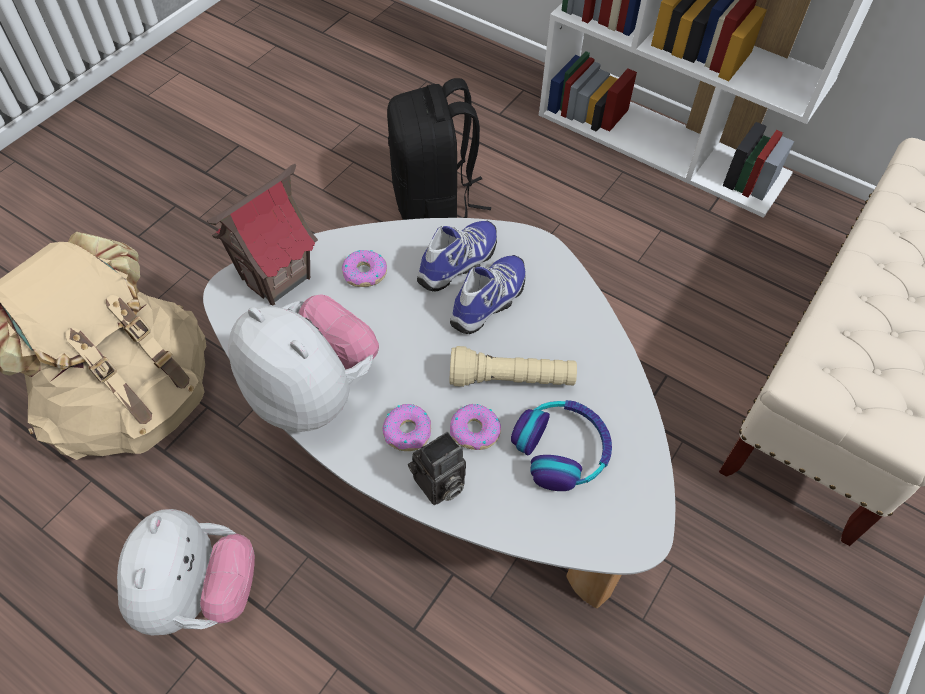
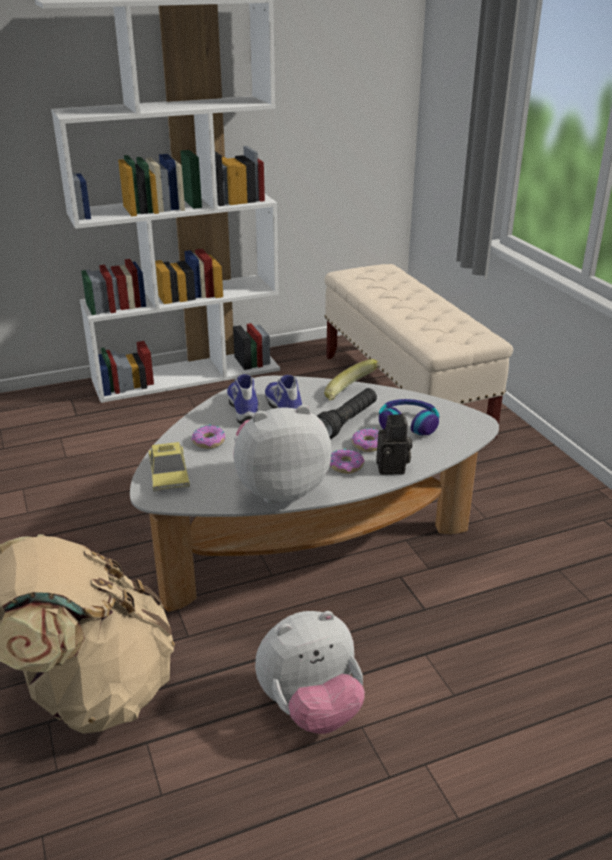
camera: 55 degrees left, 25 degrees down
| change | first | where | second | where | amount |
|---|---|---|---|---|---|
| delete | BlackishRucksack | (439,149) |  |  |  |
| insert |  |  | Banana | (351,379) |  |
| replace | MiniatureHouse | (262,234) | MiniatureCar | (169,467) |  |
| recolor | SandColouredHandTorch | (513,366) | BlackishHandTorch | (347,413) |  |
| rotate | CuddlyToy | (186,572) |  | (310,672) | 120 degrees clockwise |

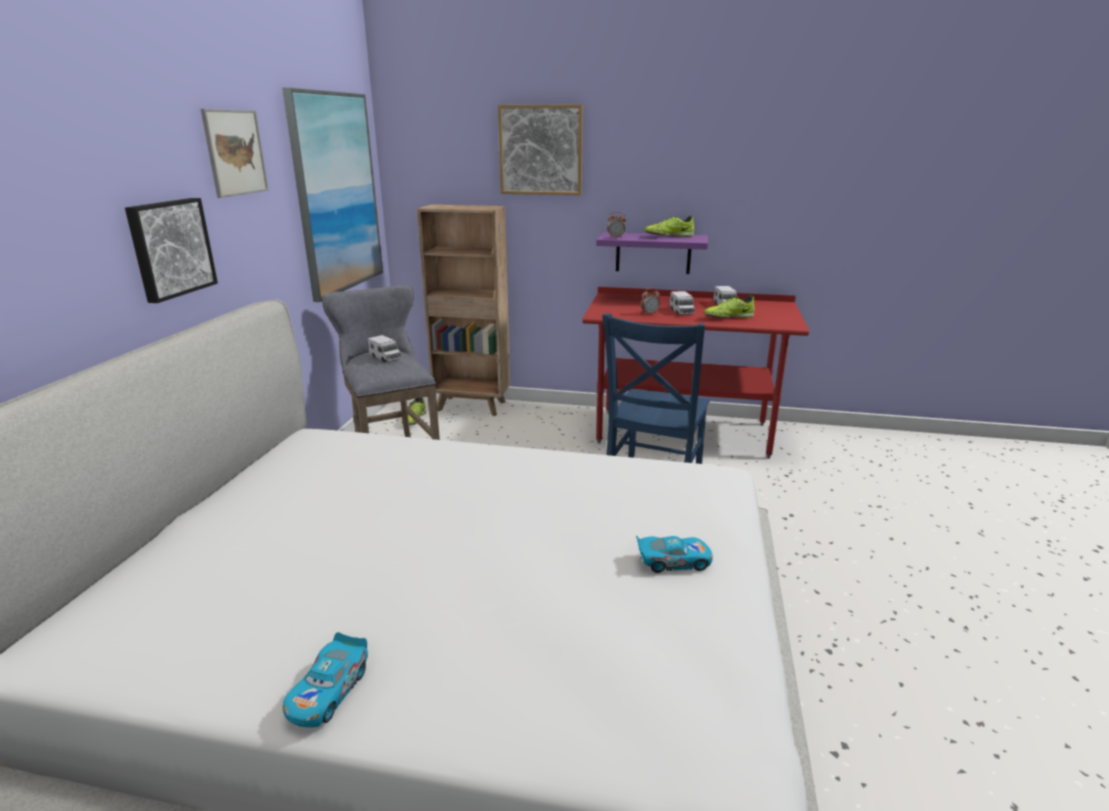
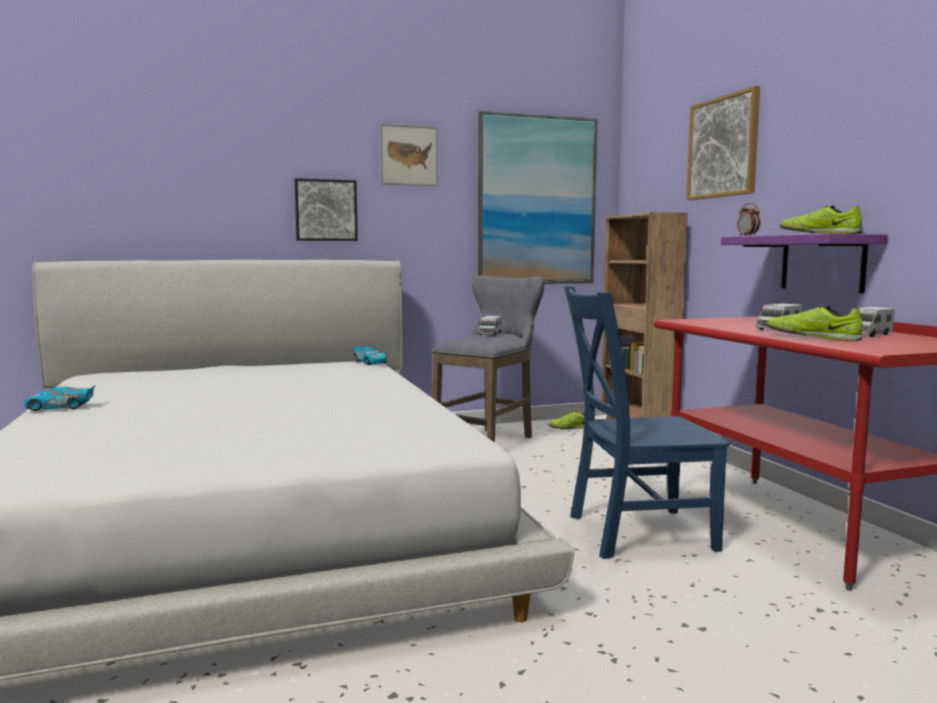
camera: 60 degrees right, 15 degrees down
| change | first | where | second | where | amount |
|---|---|---|---|---|---|
| delete | AlarmClock | (650,301) |  |  |  |
| move | MiniatureCar | (674,554) |  | (370,355) |  |

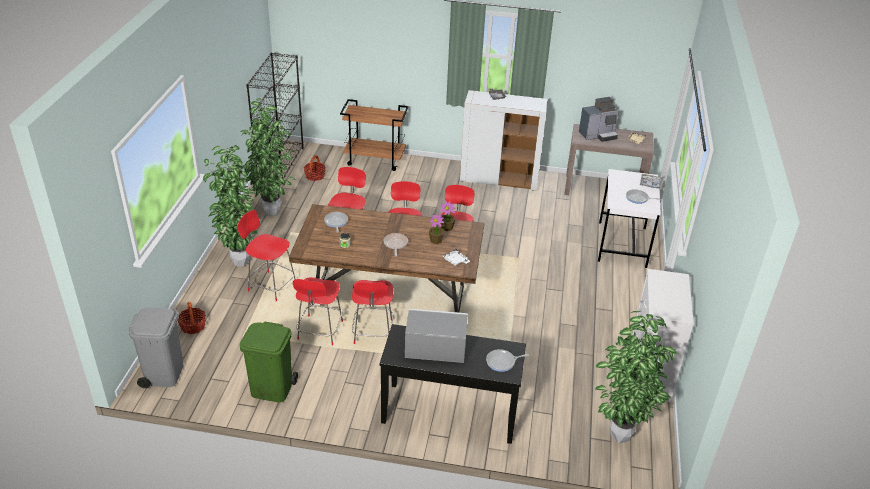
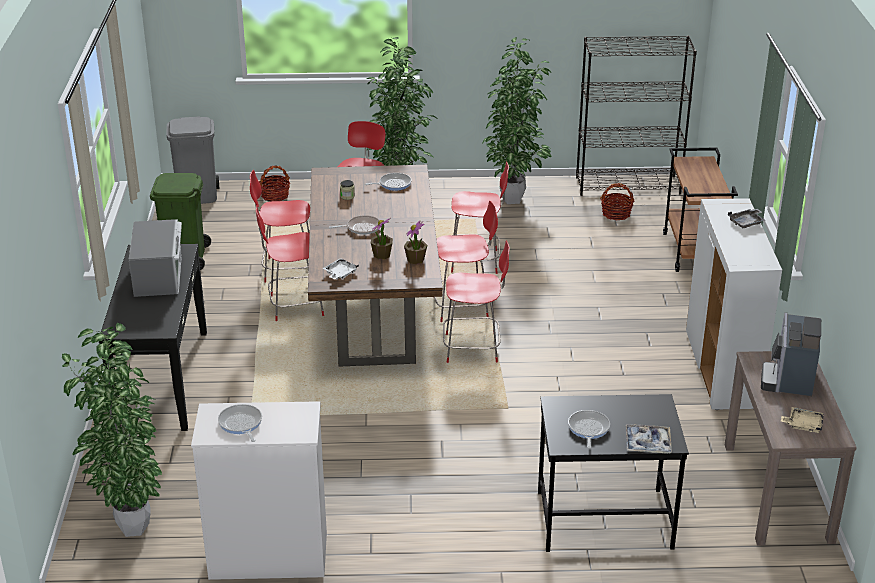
camera: 80 degrees right, 5 degrees down
| change | first | where | second | where | amount |
|---|---|---|---|---|---|
| move | Skillet | (507,360) |  | (240,423) |  |
| recolor | WhitishDesk | (629,218) | BlackishDesk | (613,473) |  |
| rotate | CoffeeBrewer | (599,119) |  | (791,354) | 45 degrees clockwise |

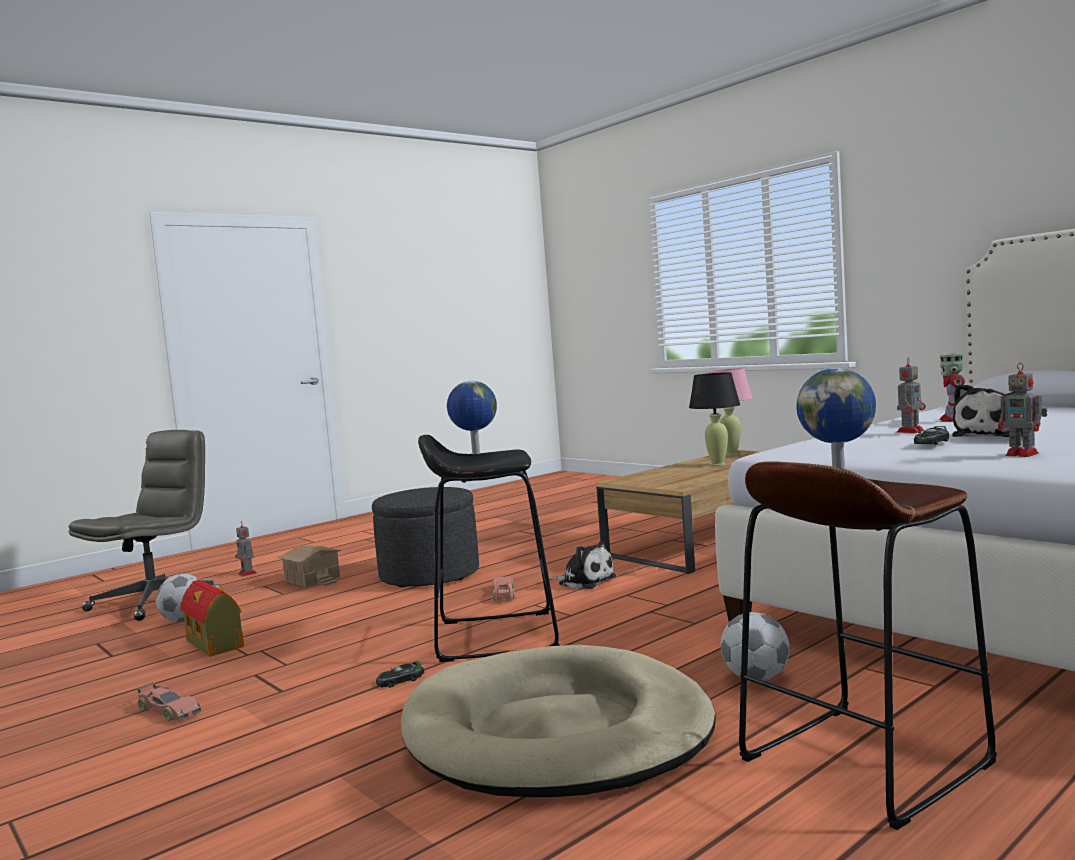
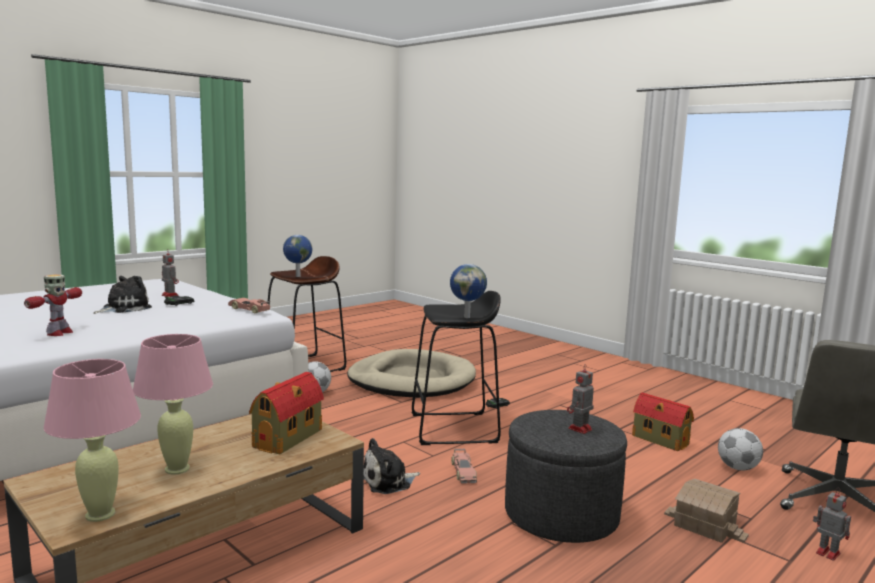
camera: 175 degrees right, 5 degrees up
| change | first | where | second | where | amount |
|---|---|---|---|---|---|
| insert |  |  | MiniatureHouse | (286,413) |  |
| move | MiniatureCar | (169,701) |  | (249,305) |  |
| move | ToyRobot | (911,395) |  | (580,399) |  |
| recolor | BlackishTabletopLamp | (714,419) | PinkColouredTabletopLamp | (173,404) |  |
| rotate | CuddlyToy | (583,565) |  | (392,466) | 60 degrees counterclockwise |

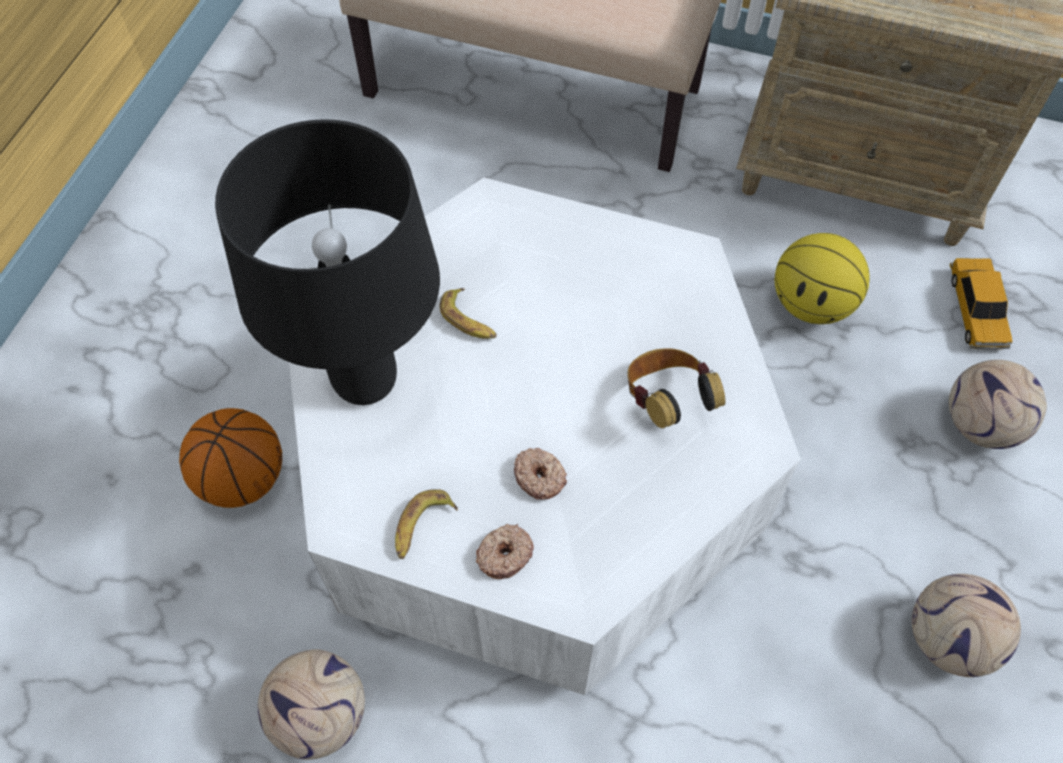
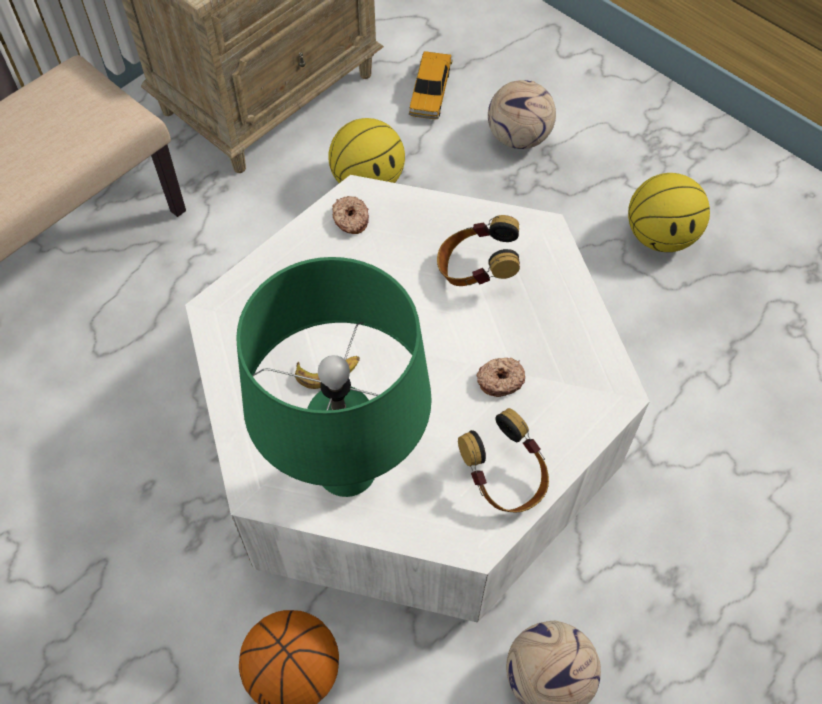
camera: 65 degrees left, 0 degrees up
| change | first | where | second | where | amount |
|---|---|---|---|---|---|
| move | RingDoughnut | (505,551) |  | (350,215) |  |
| replace | Banana | (426,524) | Headset | (503,460) |  |
| replace | Football | (966,625) | BallForBasketball | (669,212) |  |
| recolor | BlackishTabletopLamp | (327,262) | GreenColouredTabletopLamp | (333,377) |  |
| rotate | MiniatureCar | (981,304) |  | (431,85) | 75 degrees clockwise |

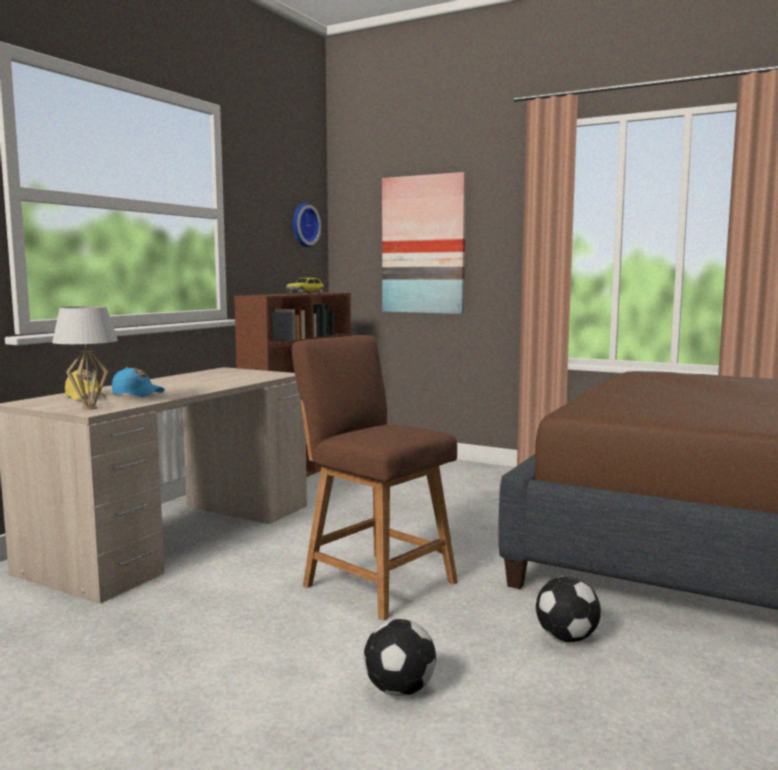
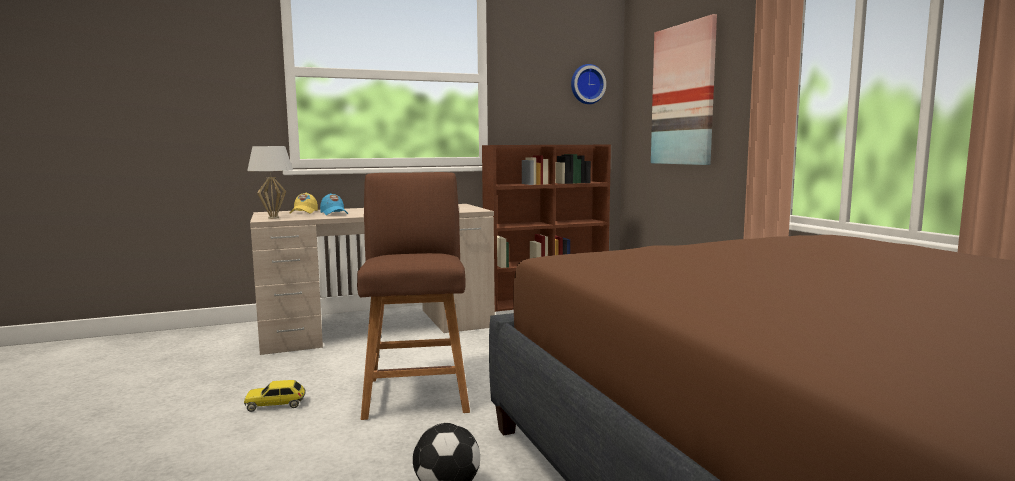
camera: 40 degrees right, 0 degrees up
| change | first | where | second | where | amount |
|---|---|---|---|---|---|
| delete | Football | (400,657) |  |  |  |
| move | MiniatureCar | (305,286) |  | (275,396) |  |

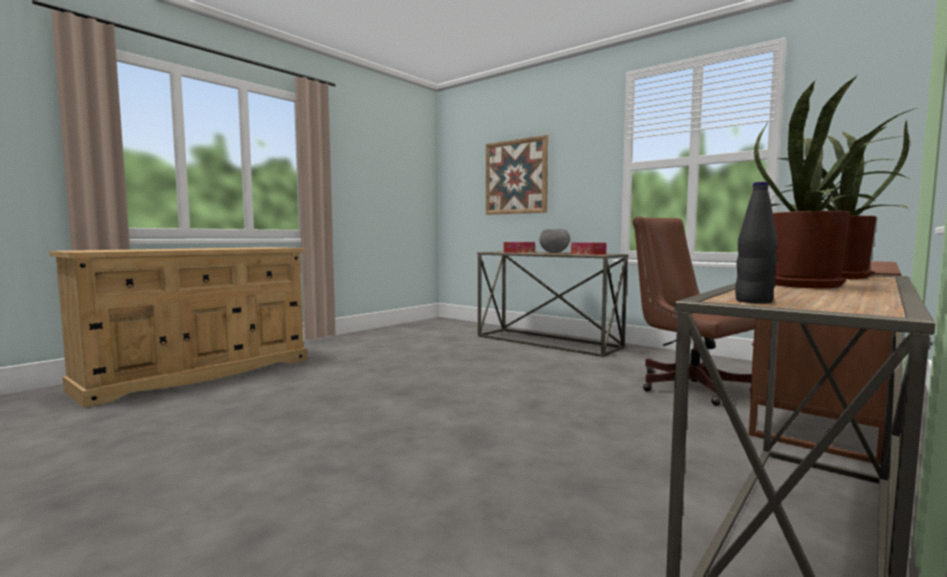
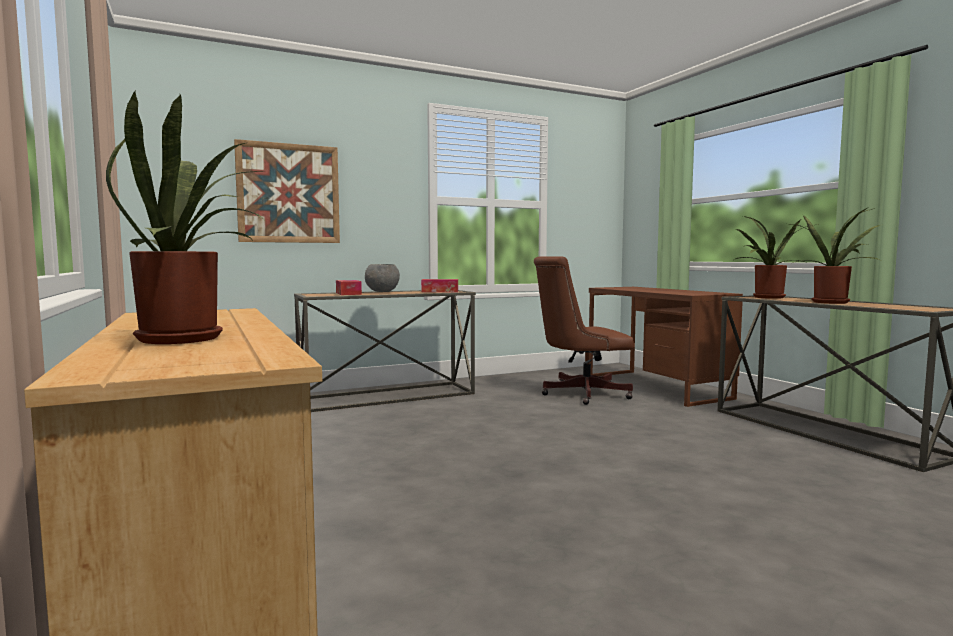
camera: 65 degrees left, 0 degrees up
| change | first | where | second | where | amount |
|---|---|---|---|---|---|
| delete | BlackishBottle | (756,243) |  |  |  |
| insert |  |  | Houseplant | (186,217) |  |

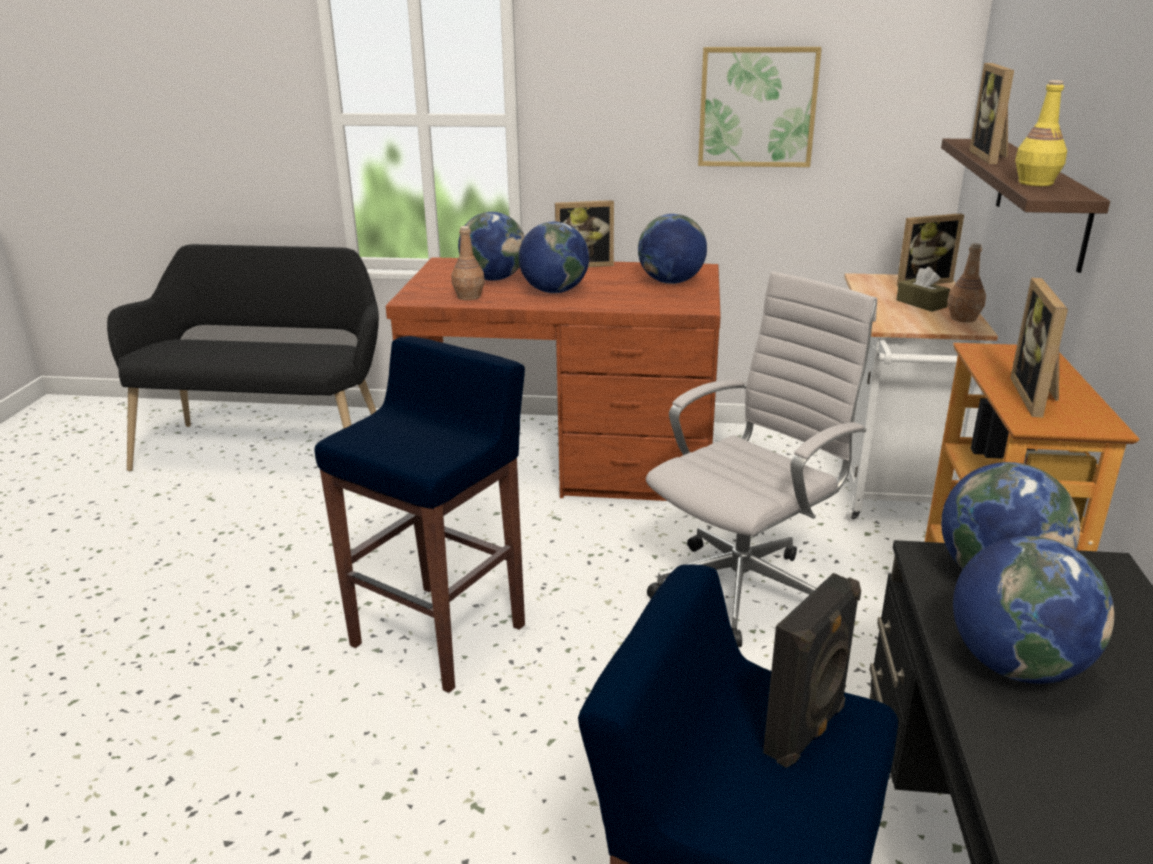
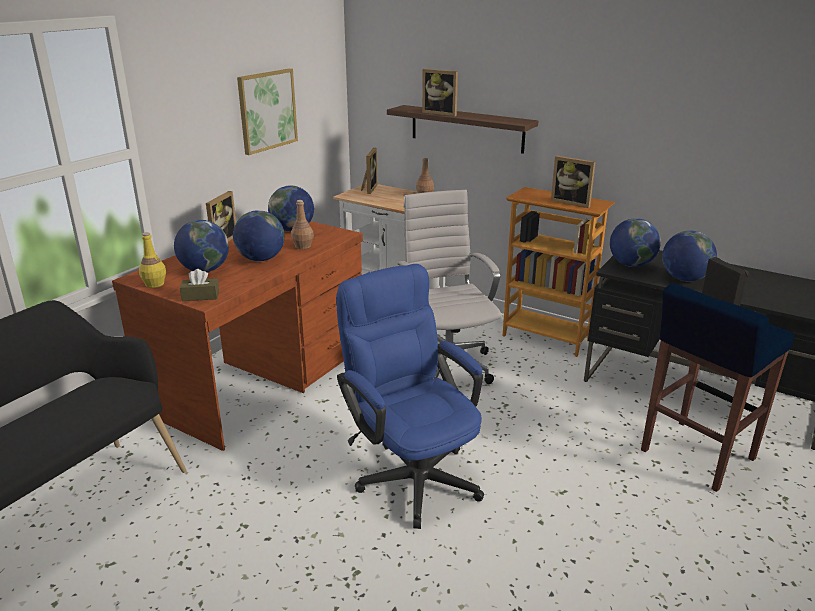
camera: 65 degrees left, 0 degrees up
| change | first | where | second | where | amount |
|---|---|---|---|---|---|
| move | BrownColouredBottle | (468,263) |  | (302,224) |  |
| move | BrownColouredBoxOfTissues | (923,289) |  | (199,285) |  |
| move | YellowColouredBottle | (1041,133) |  | (152,260) |  |
| replace | BluishStoolSeat | (419,514) | BluishOfficeChair | (410,396) |  |

